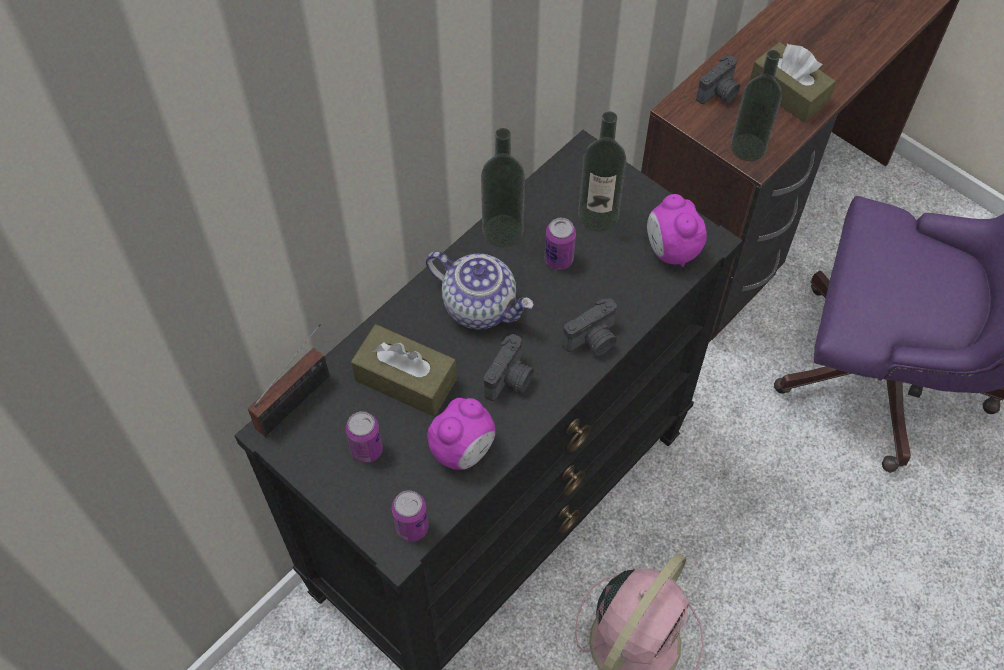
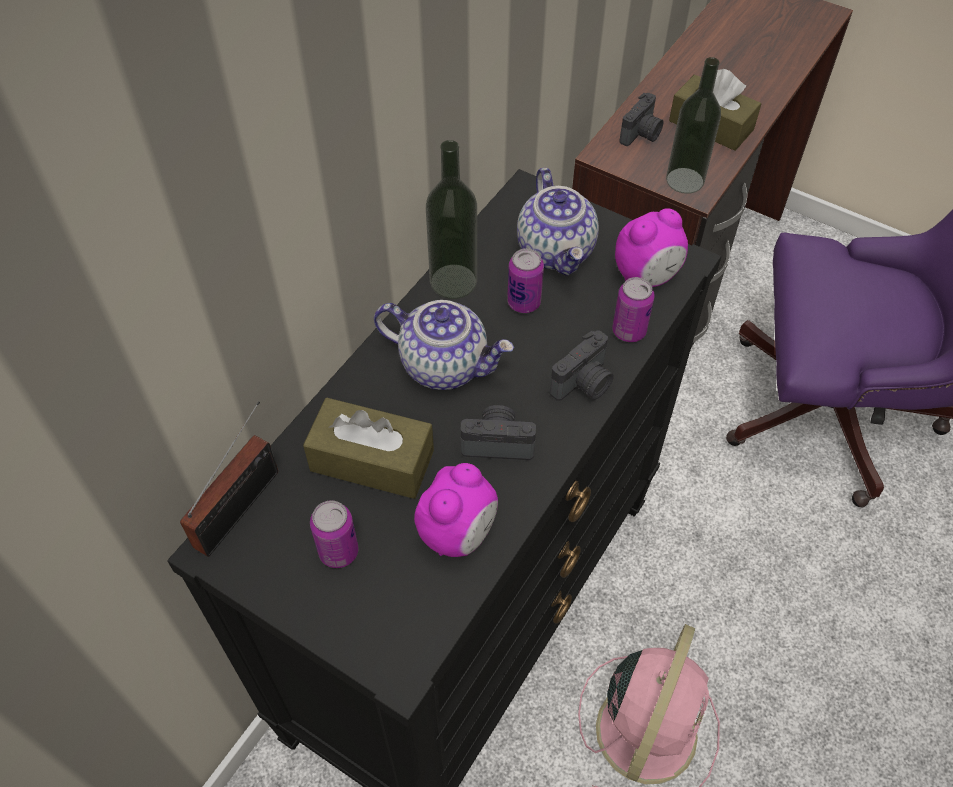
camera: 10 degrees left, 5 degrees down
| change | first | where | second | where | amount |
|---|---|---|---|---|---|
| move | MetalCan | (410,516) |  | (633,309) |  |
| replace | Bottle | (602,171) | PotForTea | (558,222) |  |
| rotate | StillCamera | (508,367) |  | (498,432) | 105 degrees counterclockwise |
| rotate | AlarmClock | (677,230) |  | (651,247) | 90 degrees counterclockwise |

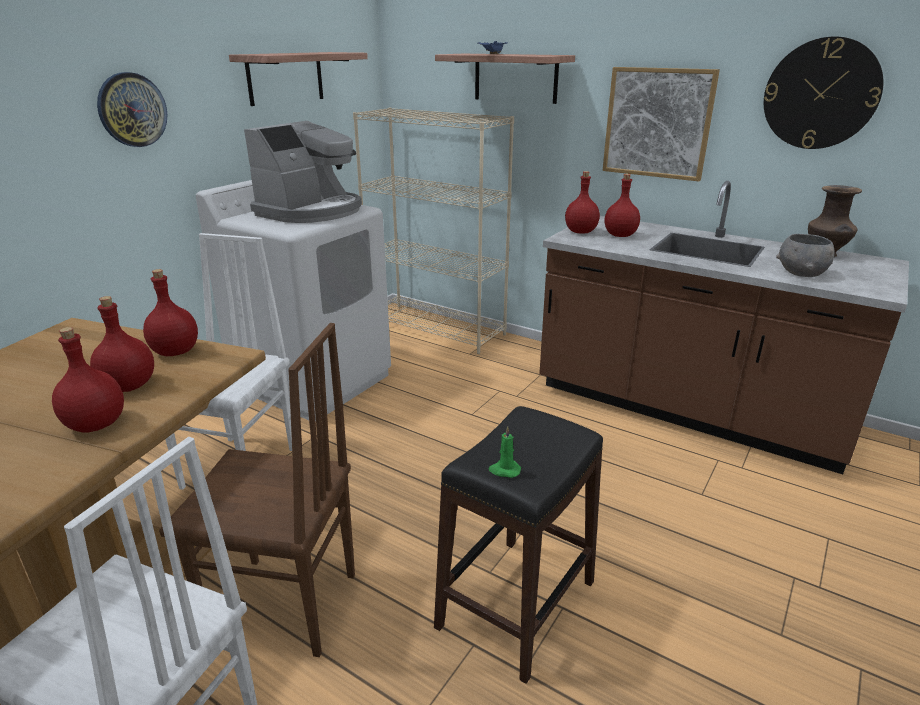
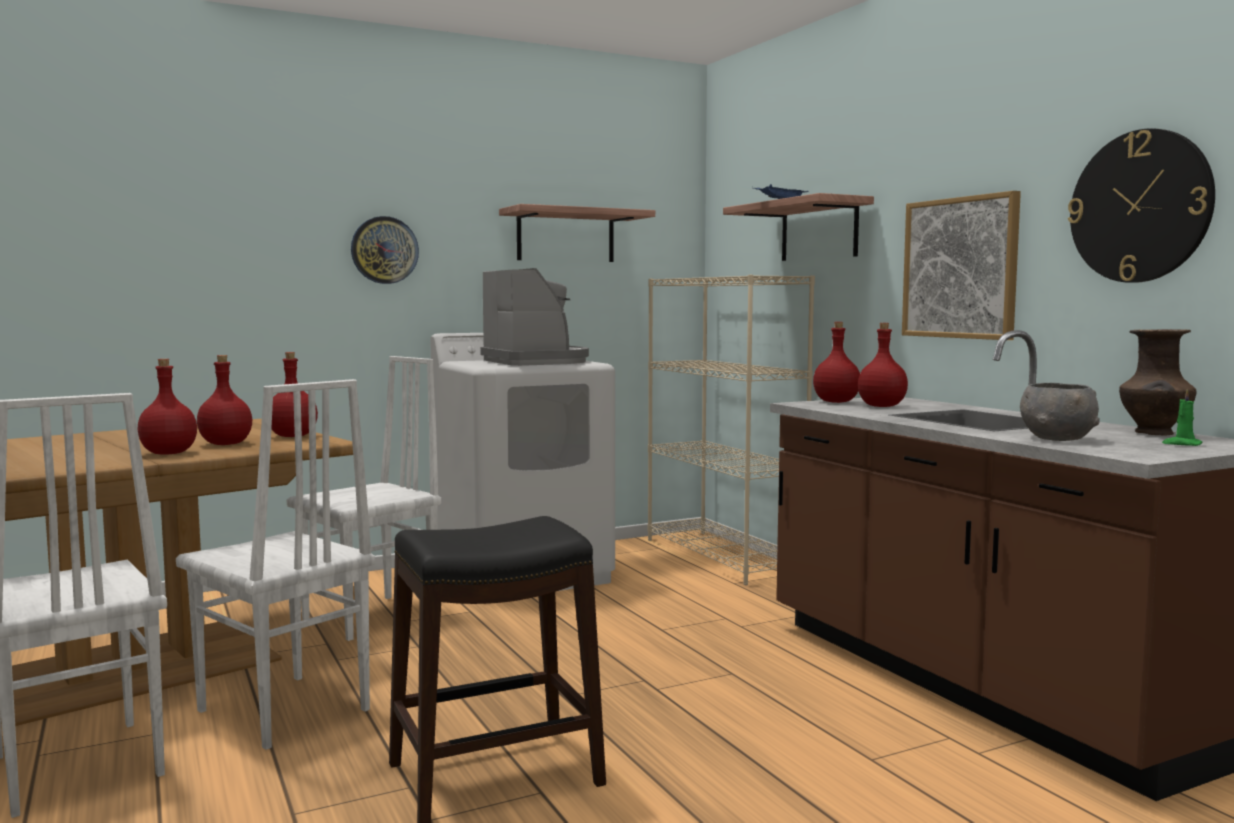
camera: 30 degrees right, 20 degrees down
| change | first | where | second | where | amount |
|---|---|---|---|---|---|
| move | GreenColouredWaxLight | (504,452) |  | (1182,417) |  |
| recolor | BrownColouredPlainChair | (257,490) | WhitishPlainChair | (275,564) |  |
| rotate | CoffeeBrewer | (303,172) |  | (534,317) | 90 degrees counterclockwise |

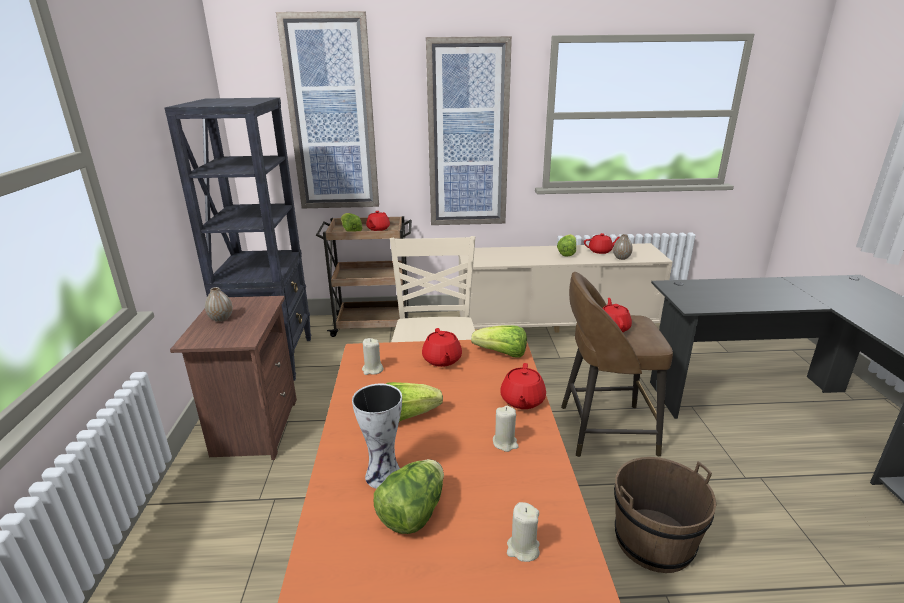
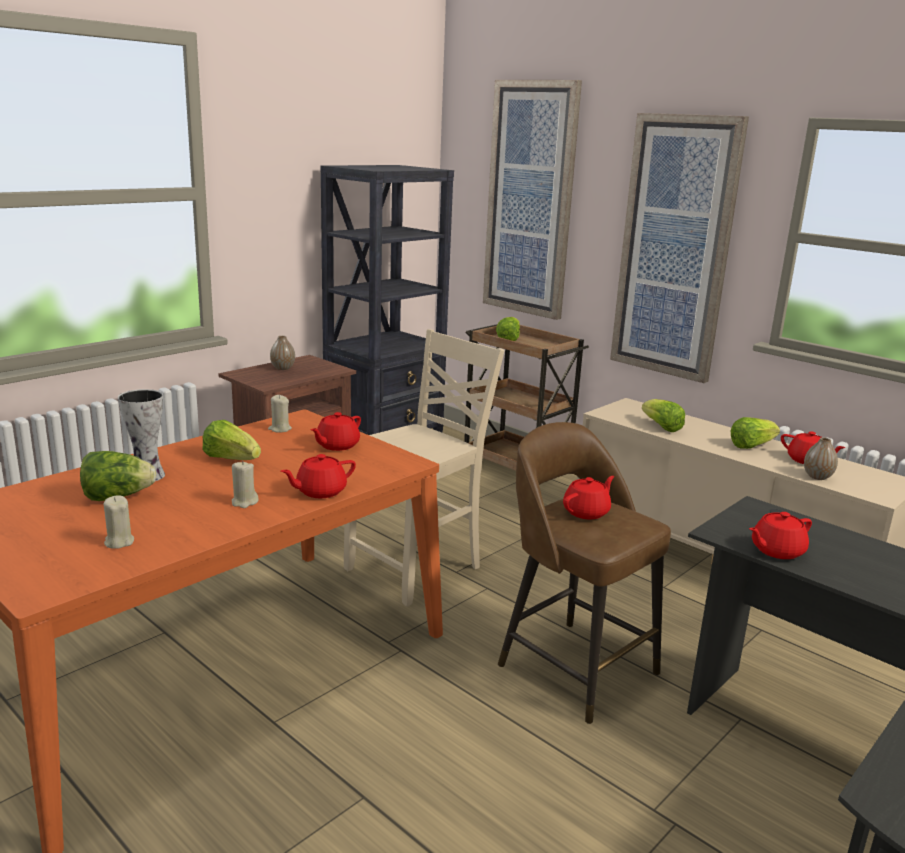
camera: 45 degrees right, 5 degrees down
| change | first | where | second | where | amount |
|---|---|---|---|---|---|
| delete | BrownColouredPail | (665,515) |  |  |  |
| move | ReddishPotForTea | (378,221) |  | (780,535) |  |
| move | LettuceHead | (499,341) |  | (663,415) |  |

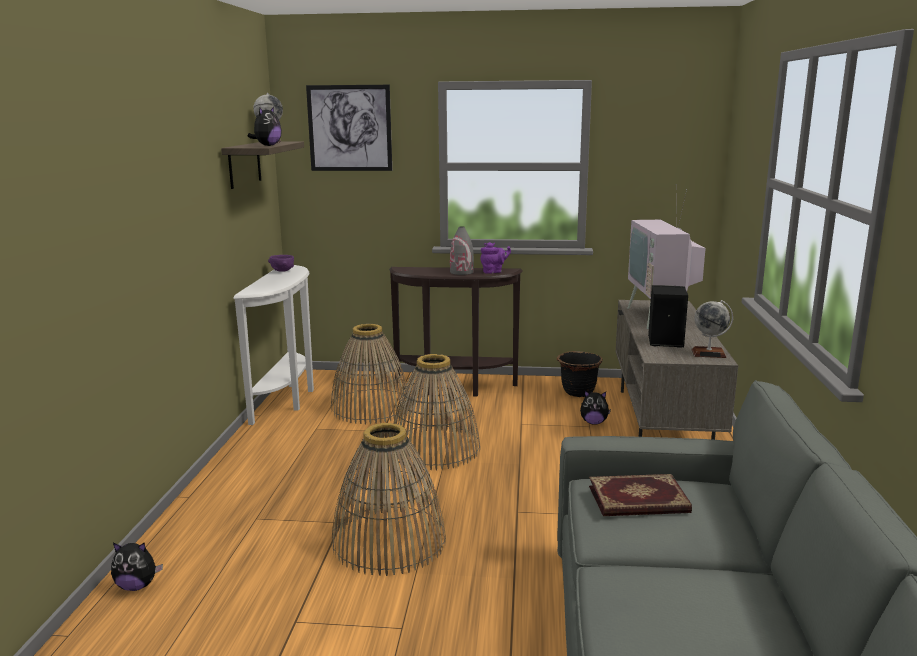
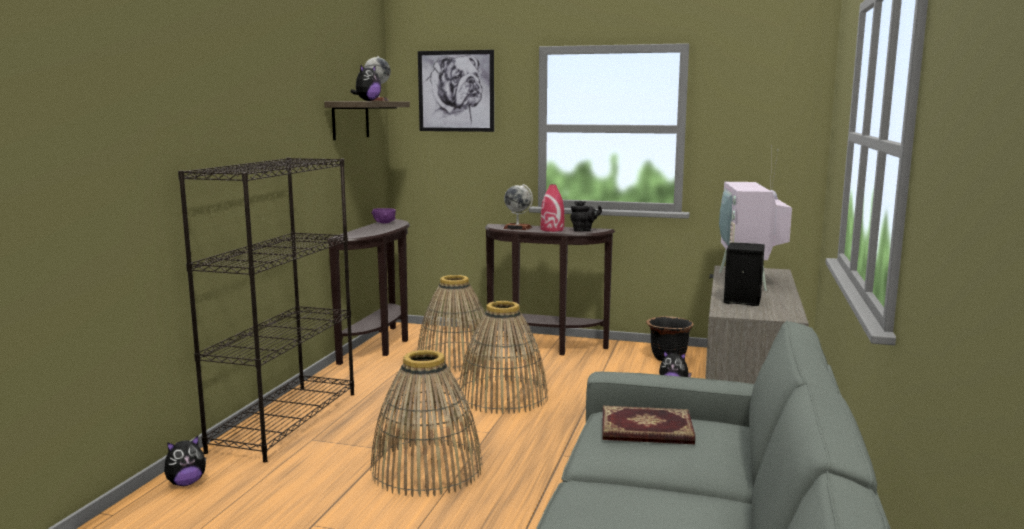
camera: 10 degrees right, 5 degrees down
| change | first | where | second | where | amount |
|---|---|---|---|---|---|
| insert |  |  | BlackishShelvingUnit | (266,309) |  |
| move | DeskGlobe | (712,329) |  | (518,207) |  |
| recolor | WhitishConsoleTable | (273,345) | BrownColouredConsoleTable | (368,292) |  |
| recolor | GreyishFlowerVase | (462,250) | ReddishFlowerVase | (552,208) |  |
| recolor | PurplePotForTea | (495,258) | BlackishPotForTea | (586,216) |  |
| rotate | CuddlyToy | (137,567) |  | (185,461) | 45 degrees counterclockwise |

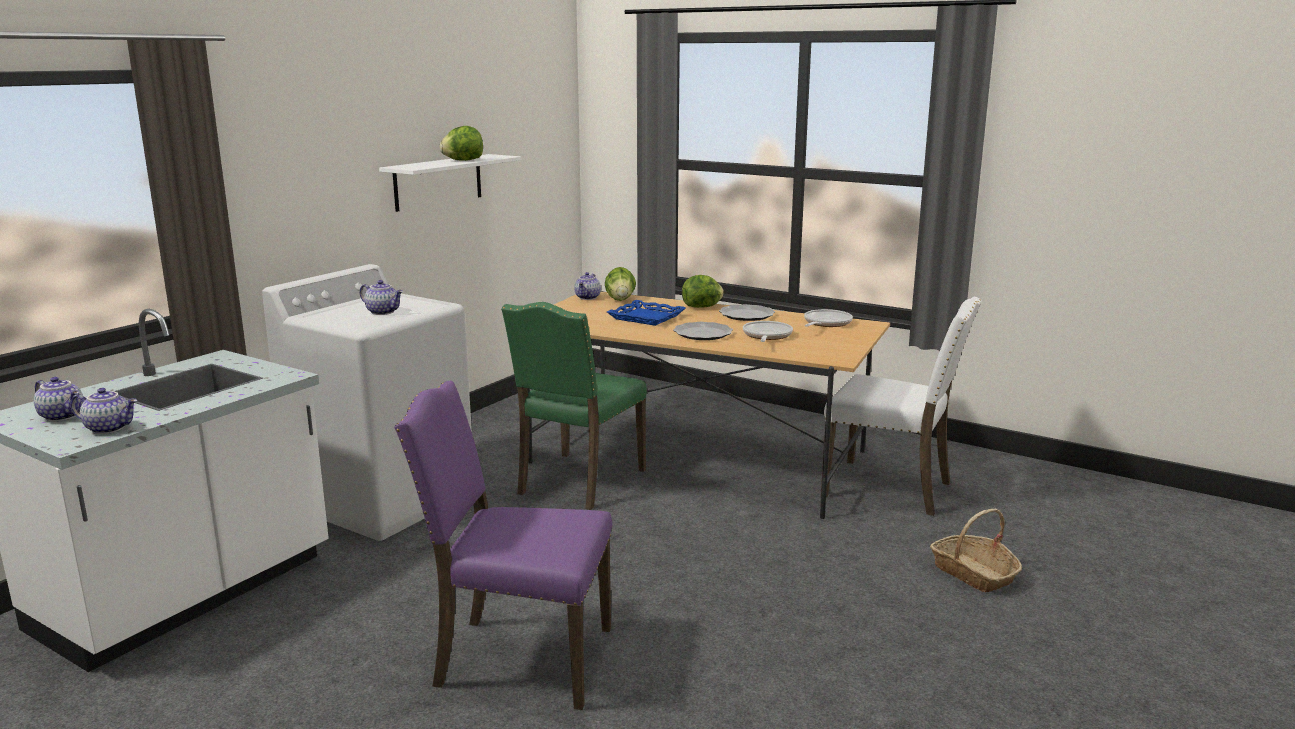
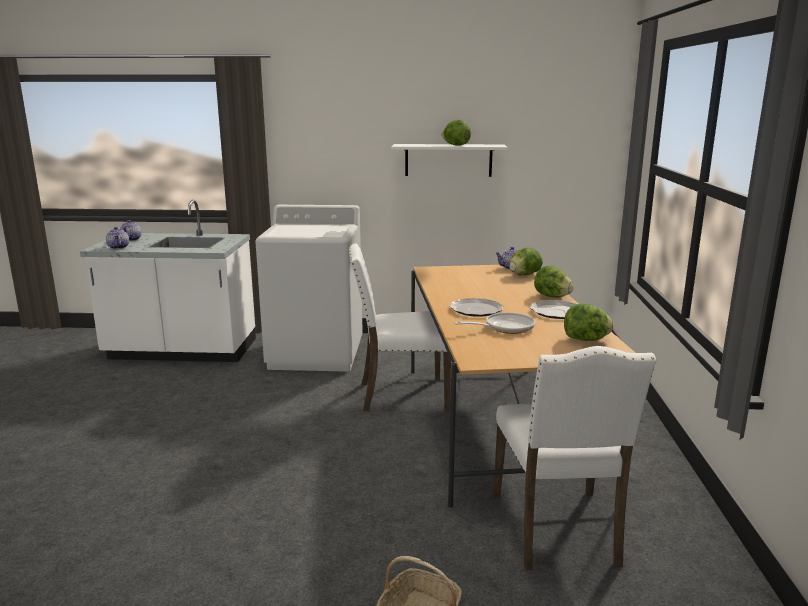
camera: 60 degrees right, 0 degrees up
| change | first | where | second | where | amount |
|---|---|---|---|---|---|
| delete | PotForTea | (381,297) |  |  |  |
| delete | PurplePlainChair | (503,545) |  |  |  |
| delete | BluishServingTray | (646,313) |  |  |  |
| replace | Skillet | (828,318) | LettuceHead | (589,322) |  |
| recolor | GreenColouredPlainChair | (574,406) | WhitishPlainChair | (400,327) |  |

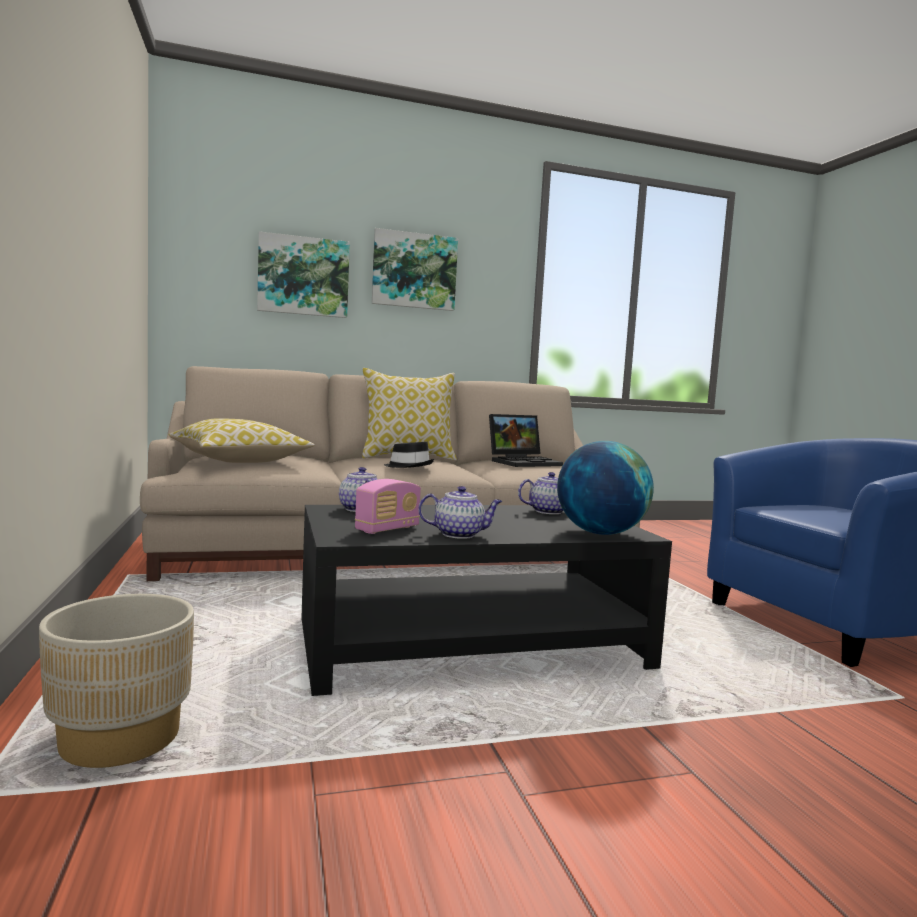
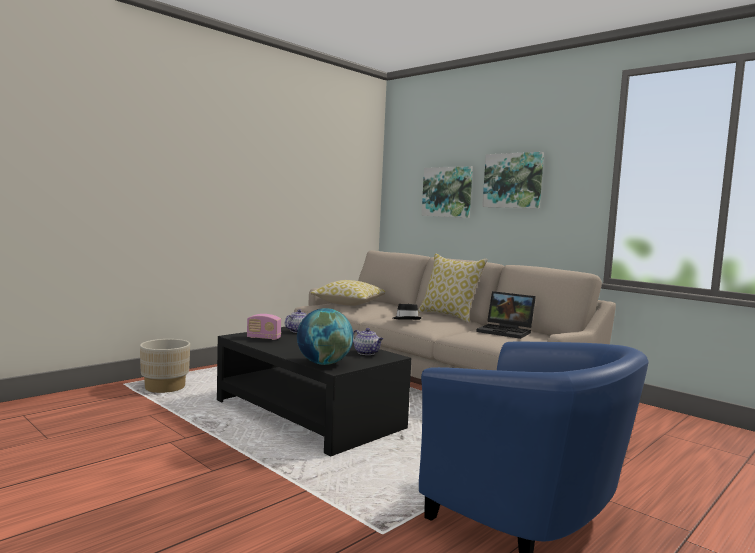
camera: 60 degrees right, 0 degrees up
| change | first | where | second | where | amount |
|---|---|---|---|---|---|
| delete | PotForTea | (460,512) |  |  |  |

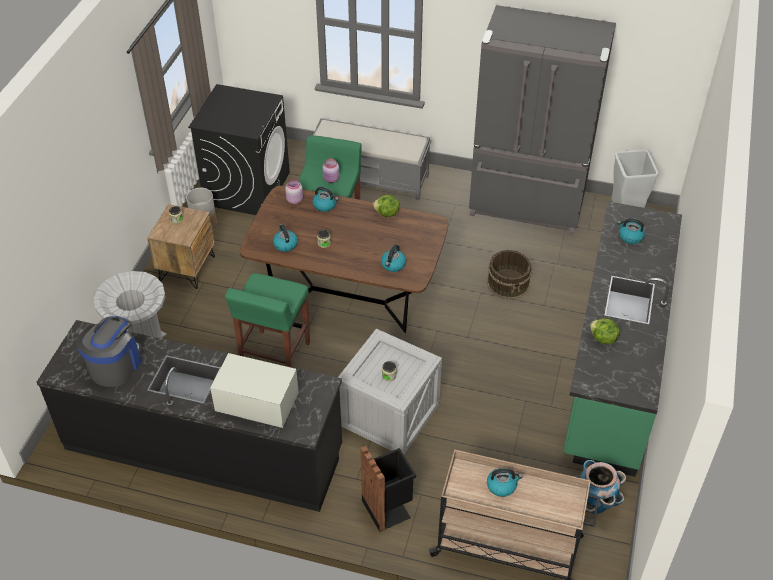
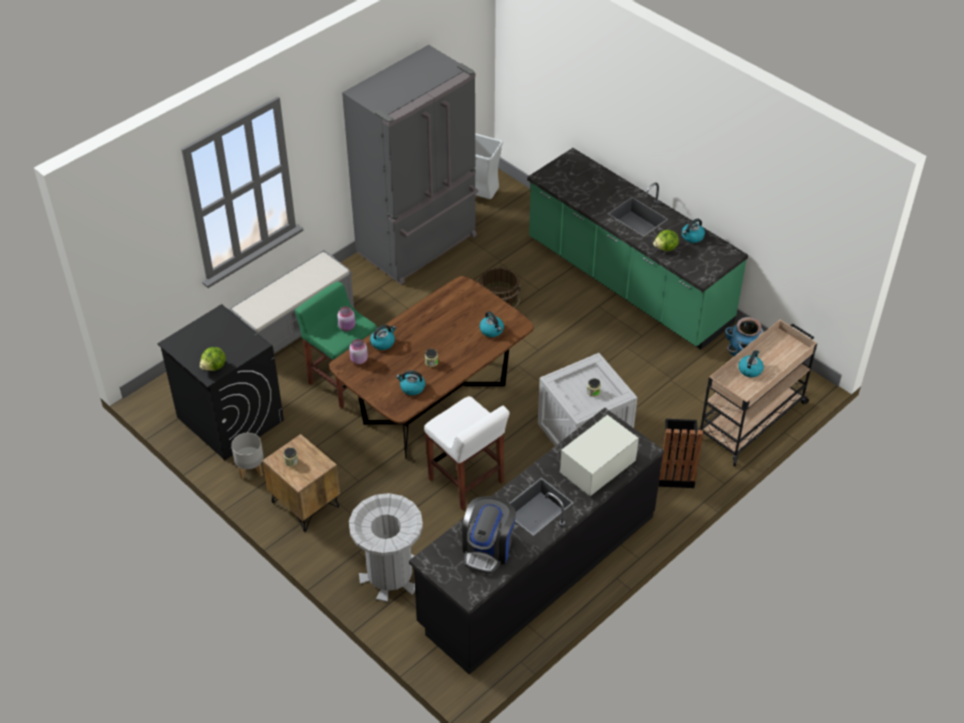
camera: 60 degrees left, 0 degrees up
| change | first | where | second | where | amount |
|---|---|---|---|---|---|
| move | LettuceHead | (386,206) |  | (213,359) |  |
| move | TeaKettle | (631,231) |  | (693,231) |  |
| recolor | GreenColouredStoolSeat | (267,320) | WhitishStoolSeat | (467,453) |  |
| rotate | CoffeeBrewer | (109,351) |  | (489,535) | 120 degrees counterclockwise |

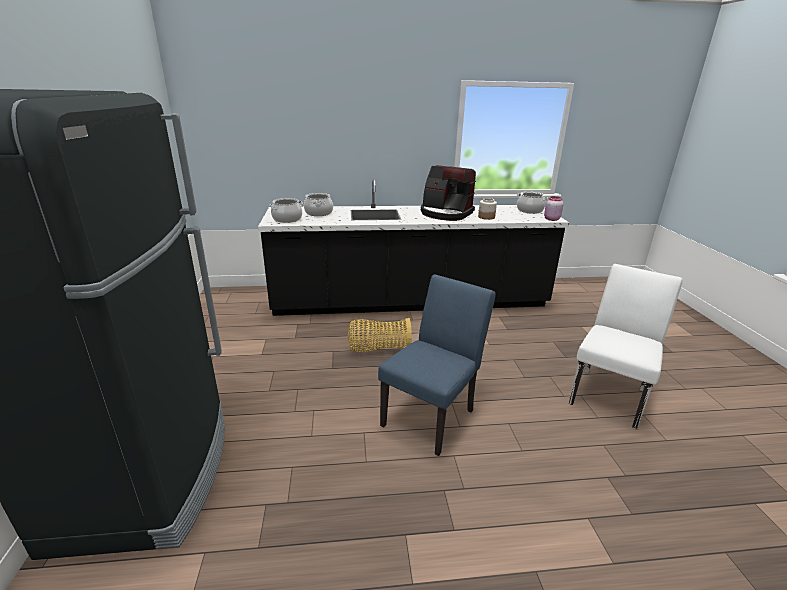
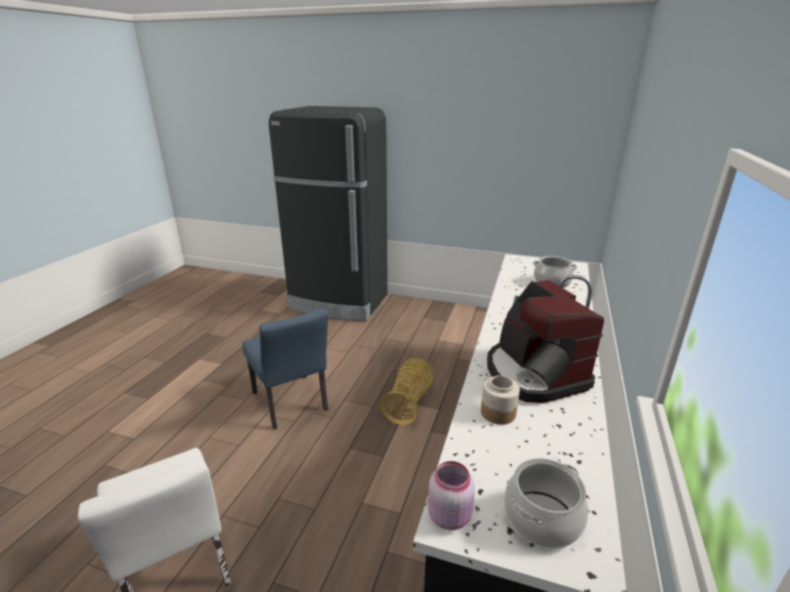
camera: 115 degrees right, 0 degrees up
| change | first | where | second | where | amount |
|---|---|---|---|---|---|
| delete | CookingPot | (286,210) |  |  |  |
| rotate | CoffeeBrewer | (448,193) |  | (545,341) | 75 degrees counterclockwise |

